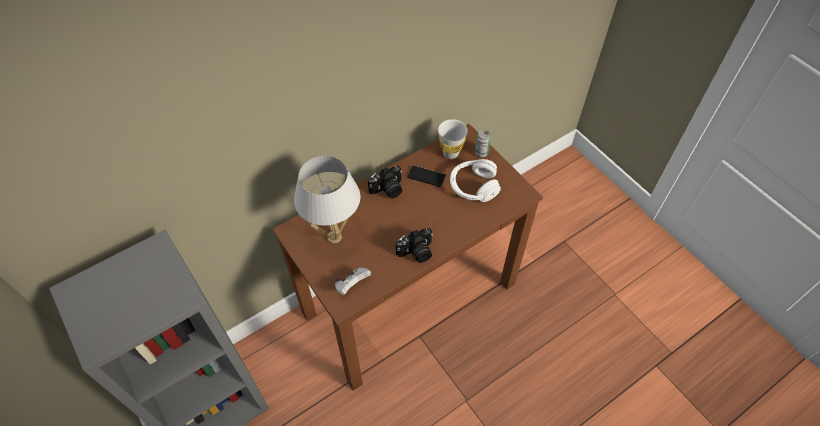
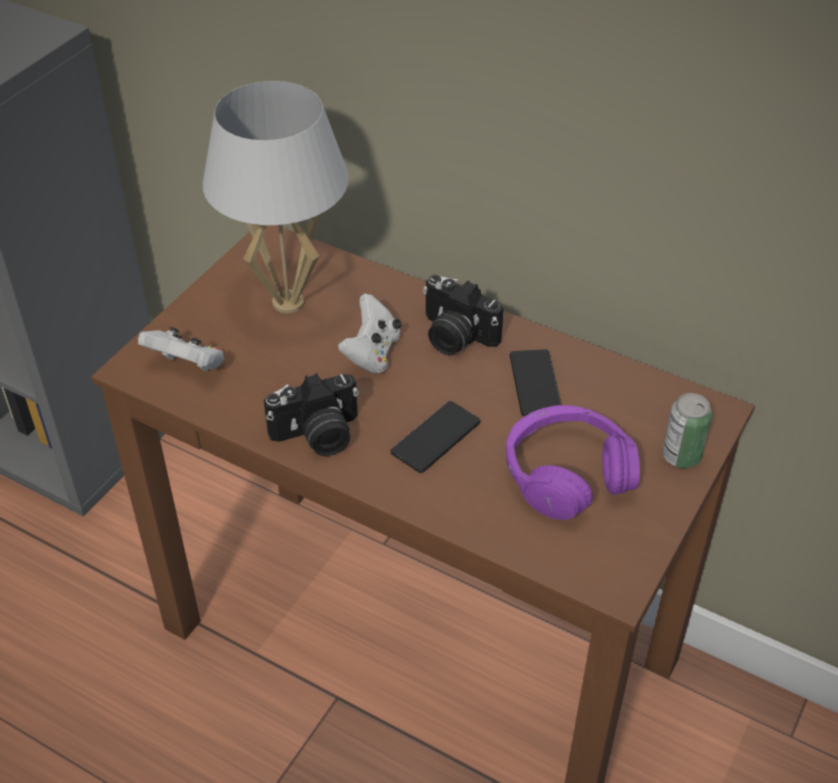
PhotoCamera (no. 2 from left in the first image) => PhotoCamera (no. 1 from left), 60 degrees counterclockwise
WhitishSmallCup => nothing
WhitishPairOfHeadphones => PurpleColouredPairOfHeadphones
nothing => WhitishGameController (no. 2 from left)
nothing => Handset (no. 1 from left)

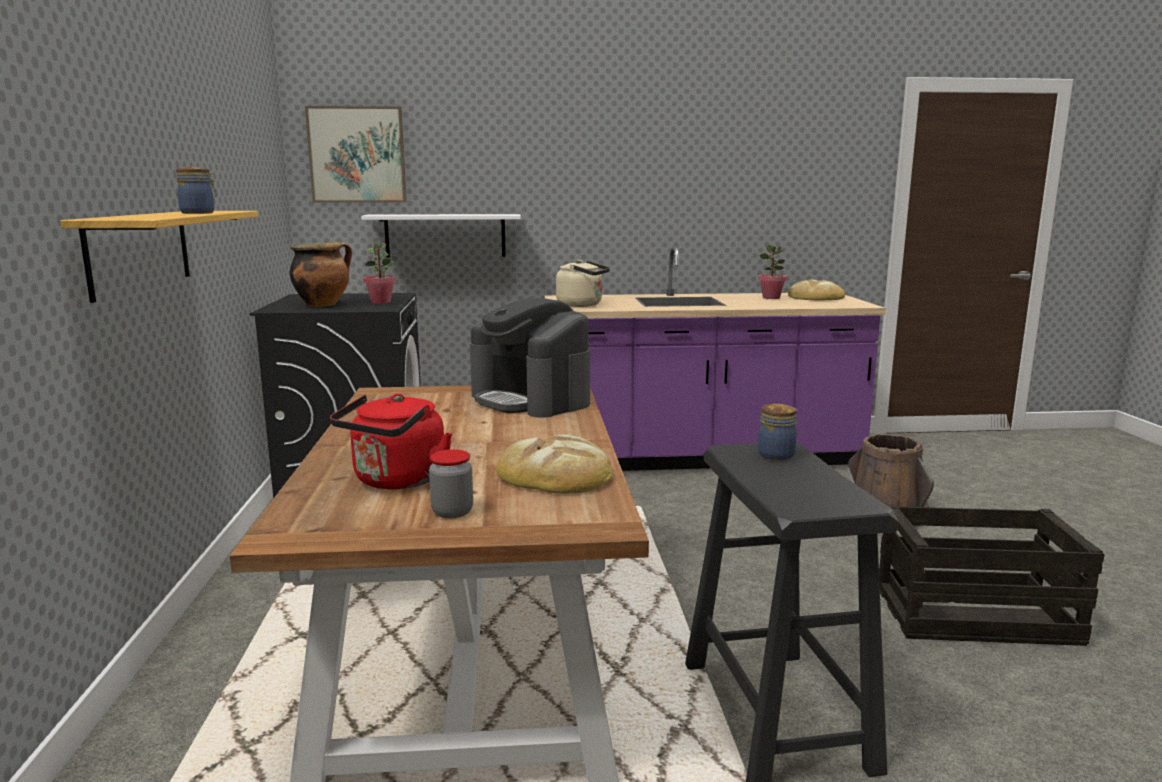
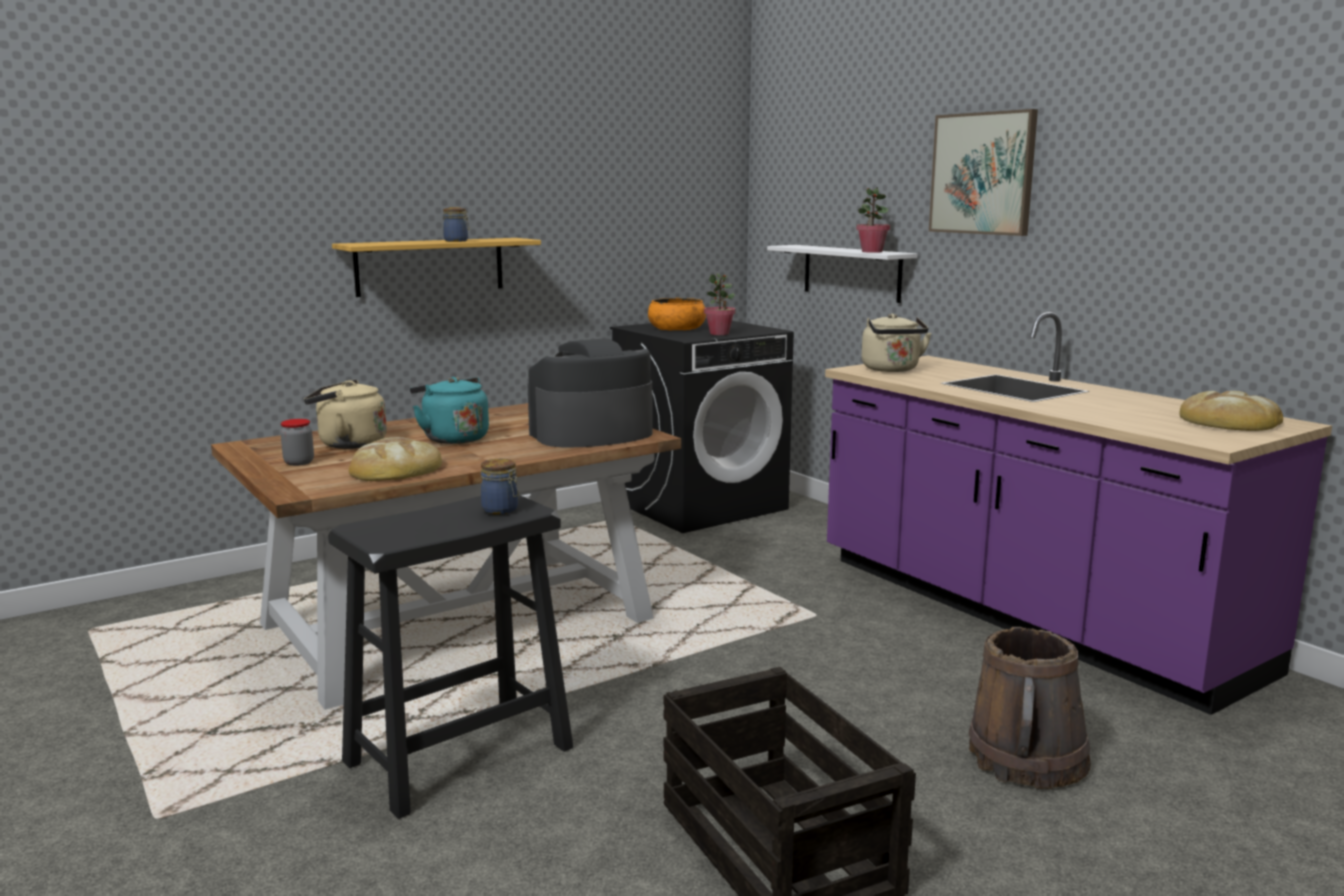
Saucepot => OrangeColouredDeepDish
WallArt, shifted
ReddishKettle => BeigeColouredKettle (no. 1 from left)
CoffeeMaker, 45 degrees clockwise
PlantInAPot (no. 2 from left), shifted
nothing => BlueGreenKettle

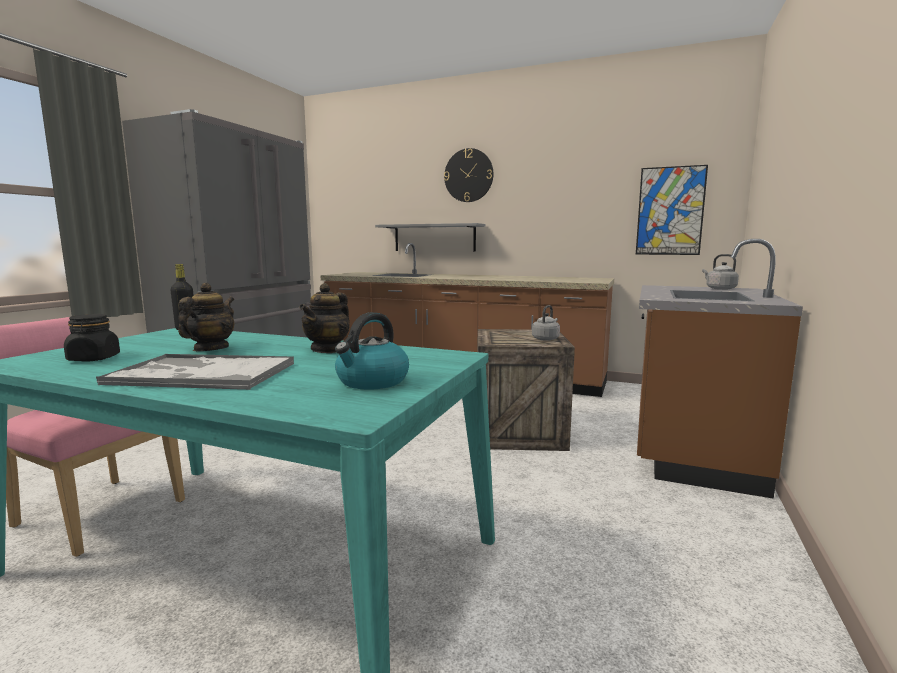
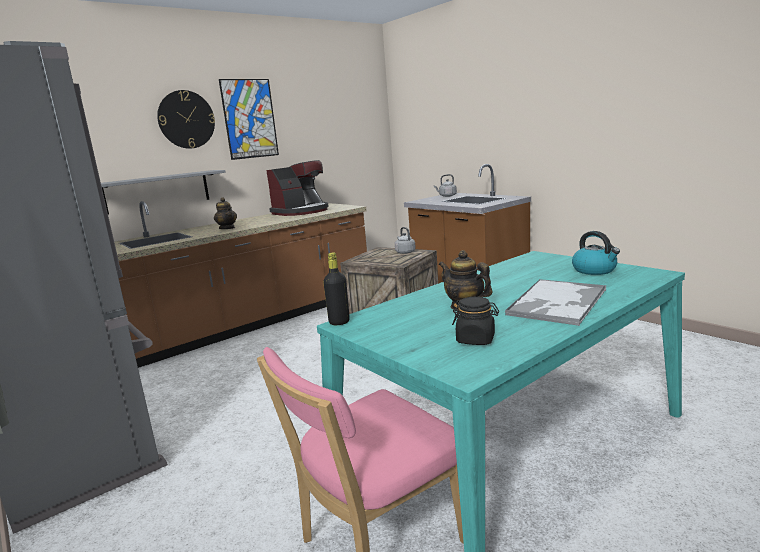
TeaPot (no. 2 from left in the first image) => TeaPot (no. 1 from left), shifted
WallArt, shifted
nothing => CoffeeMaker

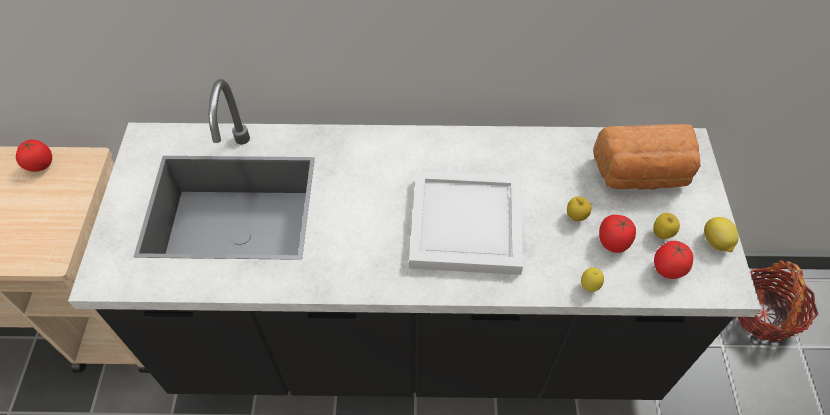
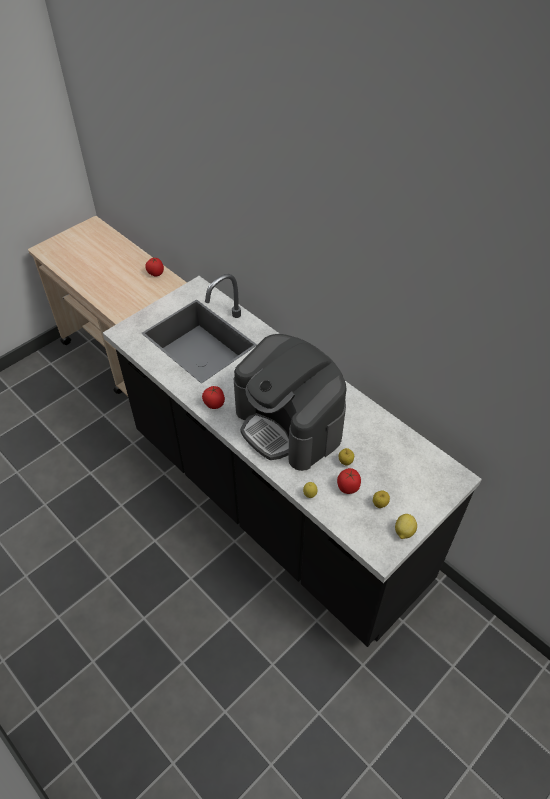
WhitishServingTray => CoffeeMaker
Bread => nothing
WholeTomato (no. 3 from left in the first image) => WholeTomato (no. 2 from left), shifted
HouseholdBasket => nothing

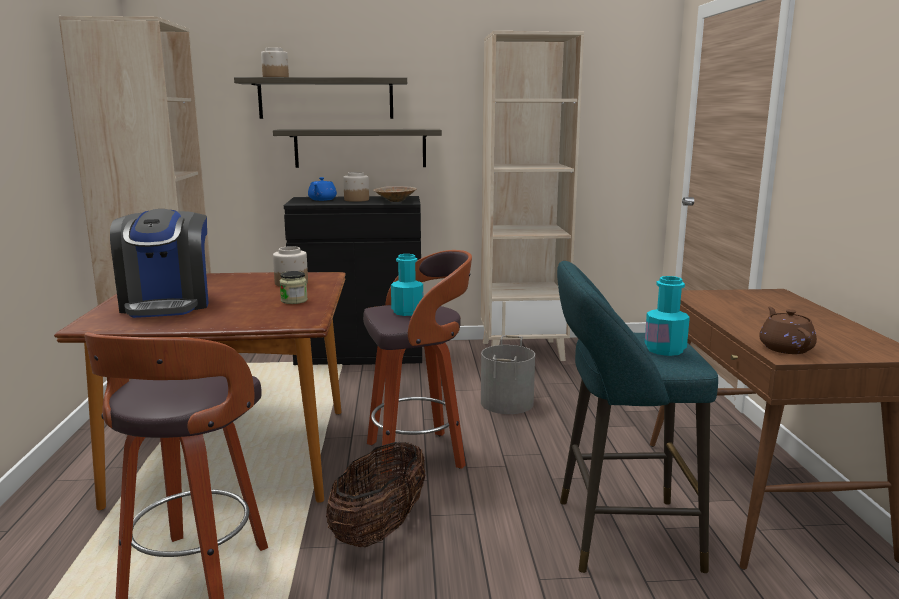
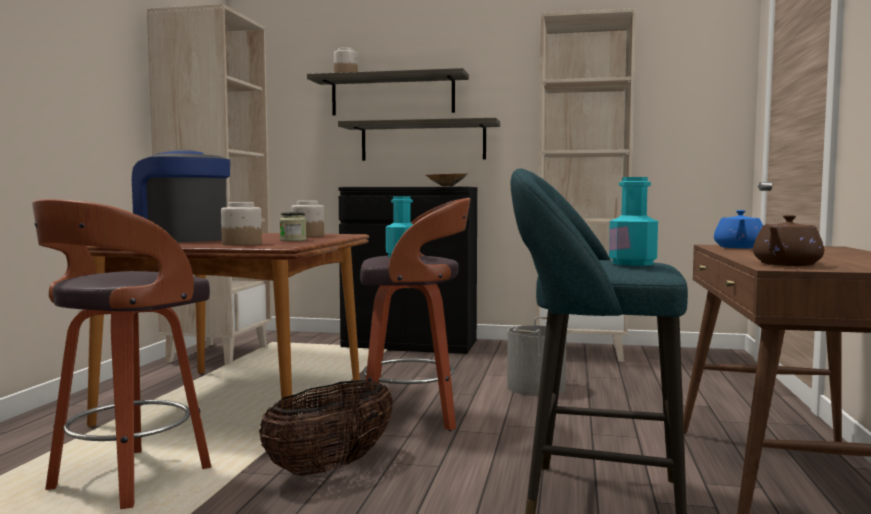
CoffeeMaker, 120 degrees clockwise
BlueTeaPot, shifted
Jar (no. 4 from left in the first image) => Jar (no. 1 from left), shifted
BrownColouredTeaPot, 150 degrees counterclockwise

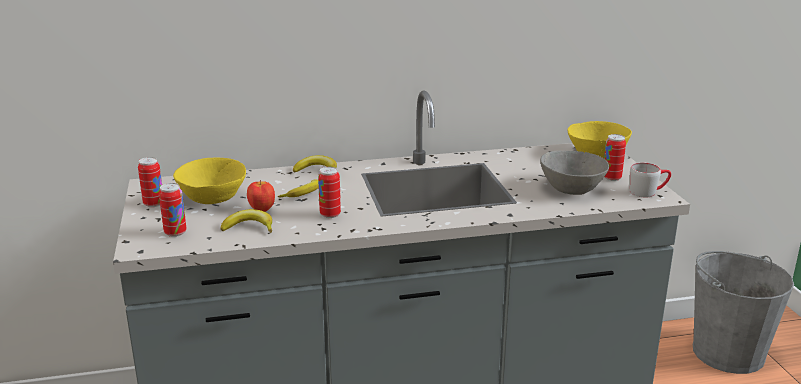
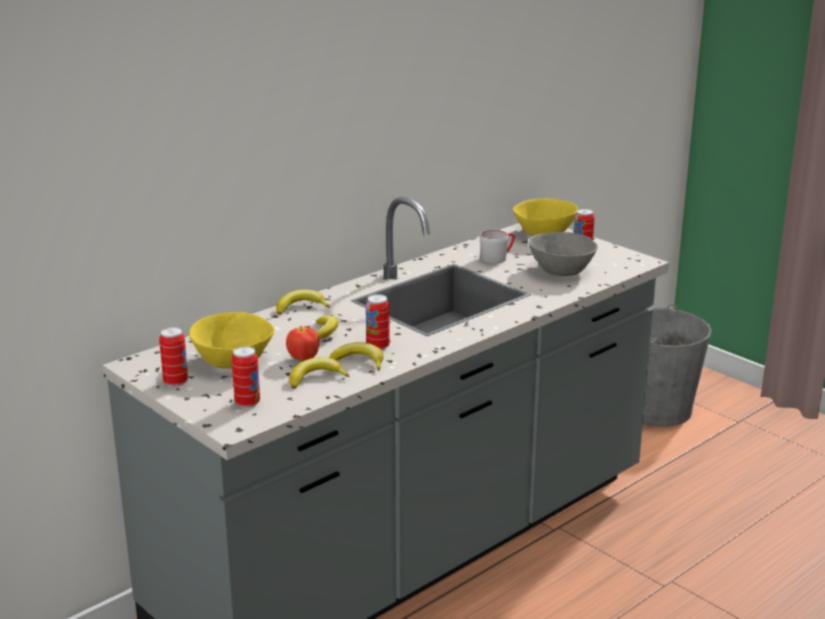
GreyishTeaMug, shifted
nothing => WholeBanana (no. 4 from left)

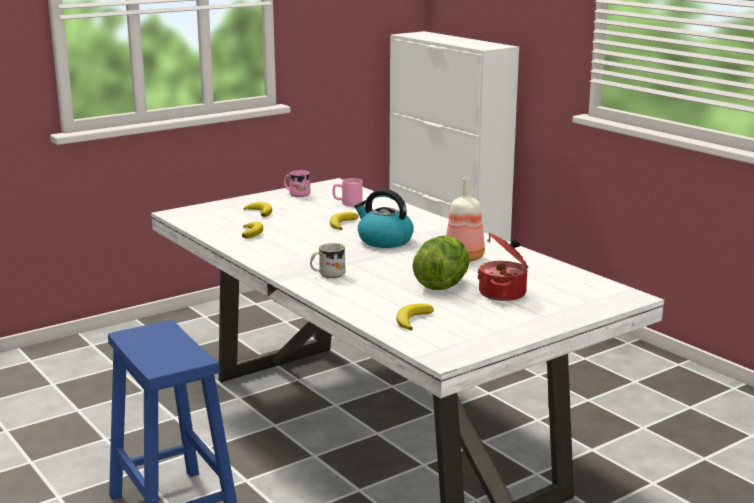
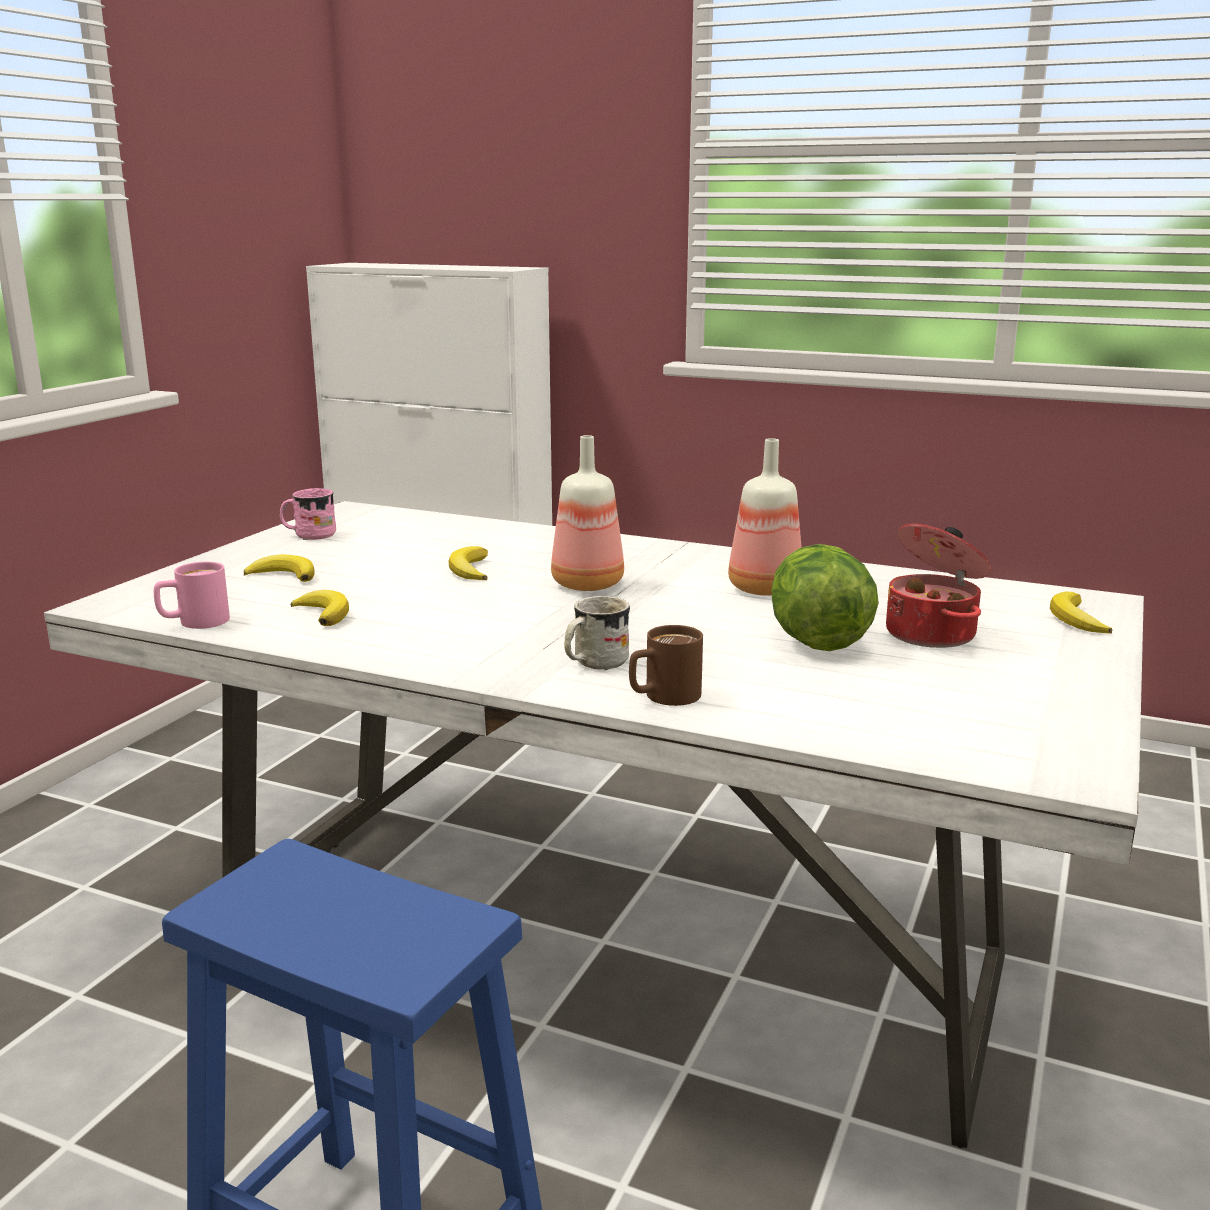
PinkColouredTeaMug (no. 2 from left in the first image) => PinkColouredTeaMug (no. 1 from left), shifted
Kettle => DrinkBottle (no. 1 from left)
WholeBanana (no. 4 from left), shifted
nothing => BrownColouredTeaMug

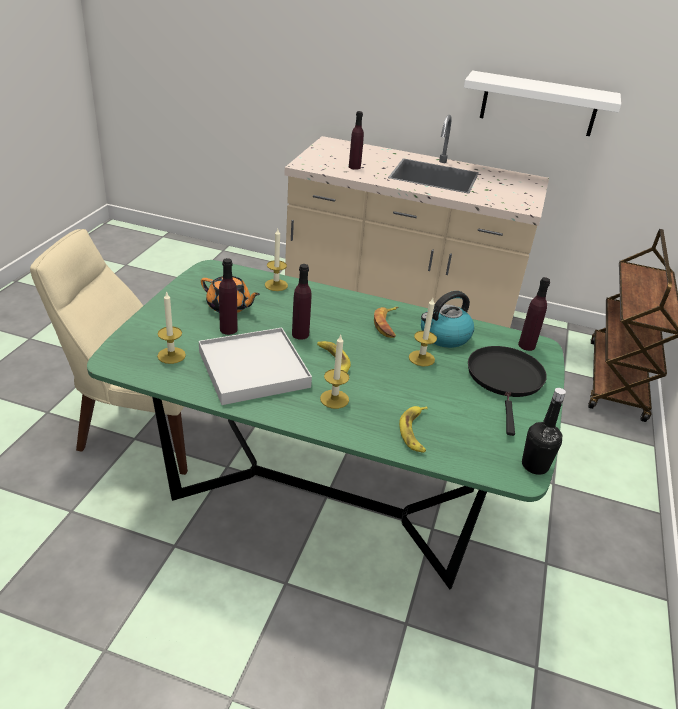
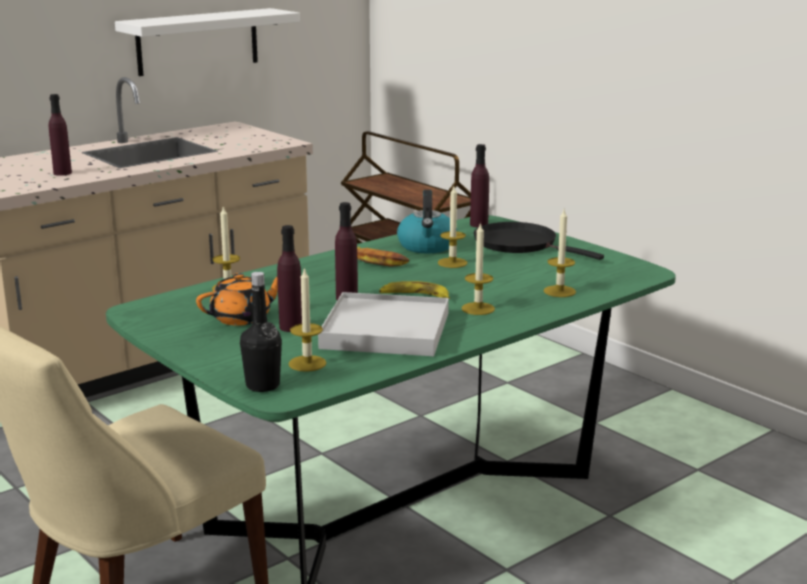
WholeBanana (no. 3 from left) => Candle (no. 5 from left)
BlackishDrinkBottle, shifted

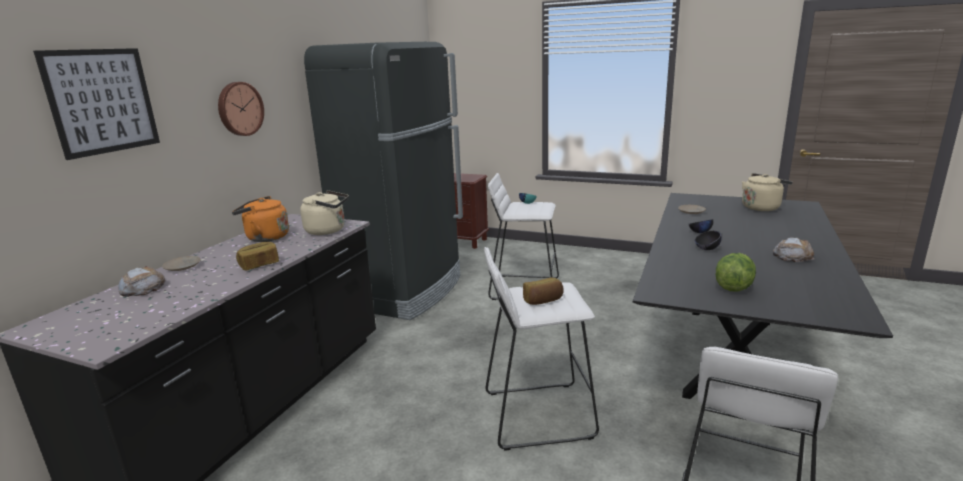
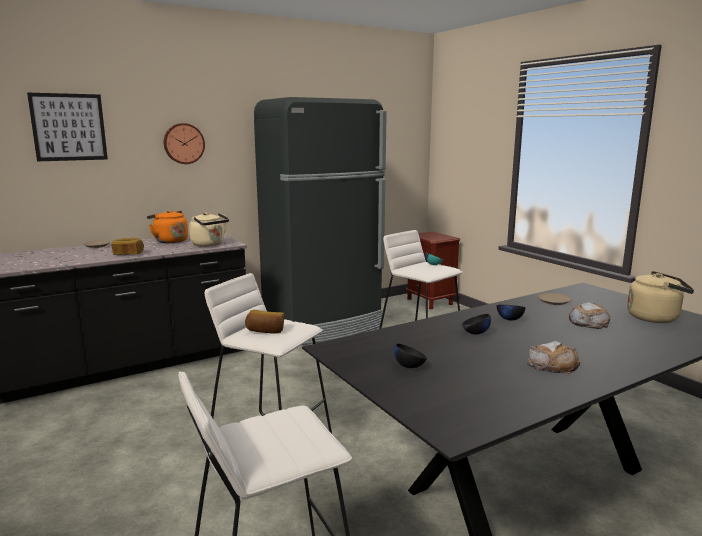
Bread (no. 1 from left in the first image) => Bread (no. 4 from left), shifted
HeadOfLettuce => BlackishDeepDish (no. 1 from left)

